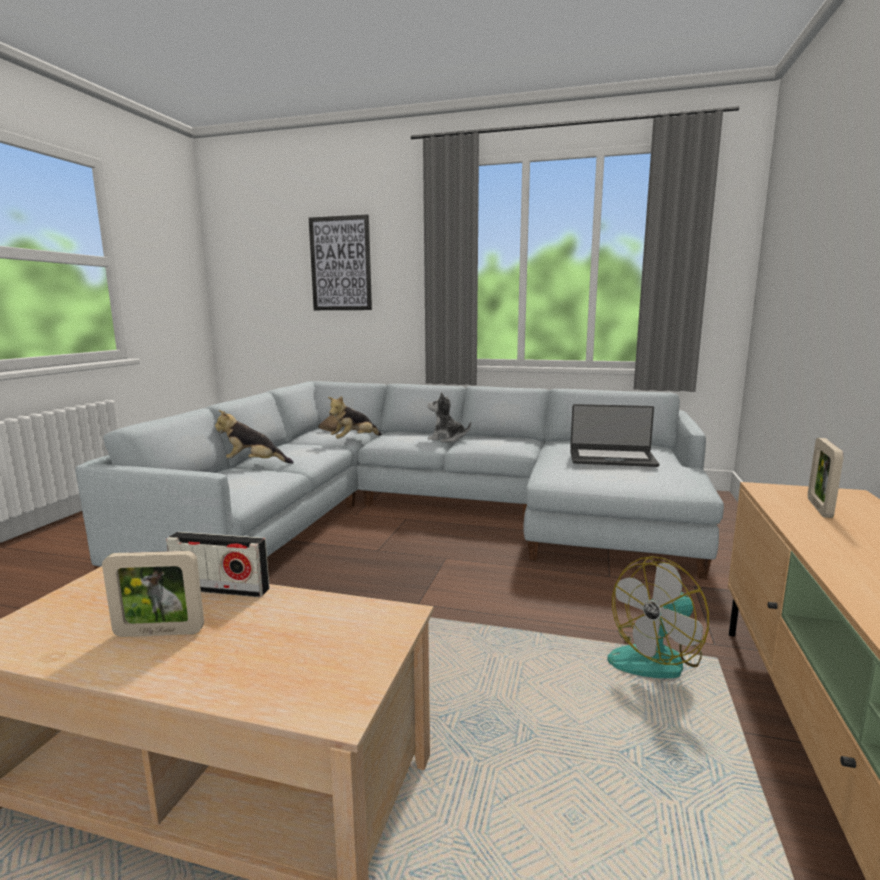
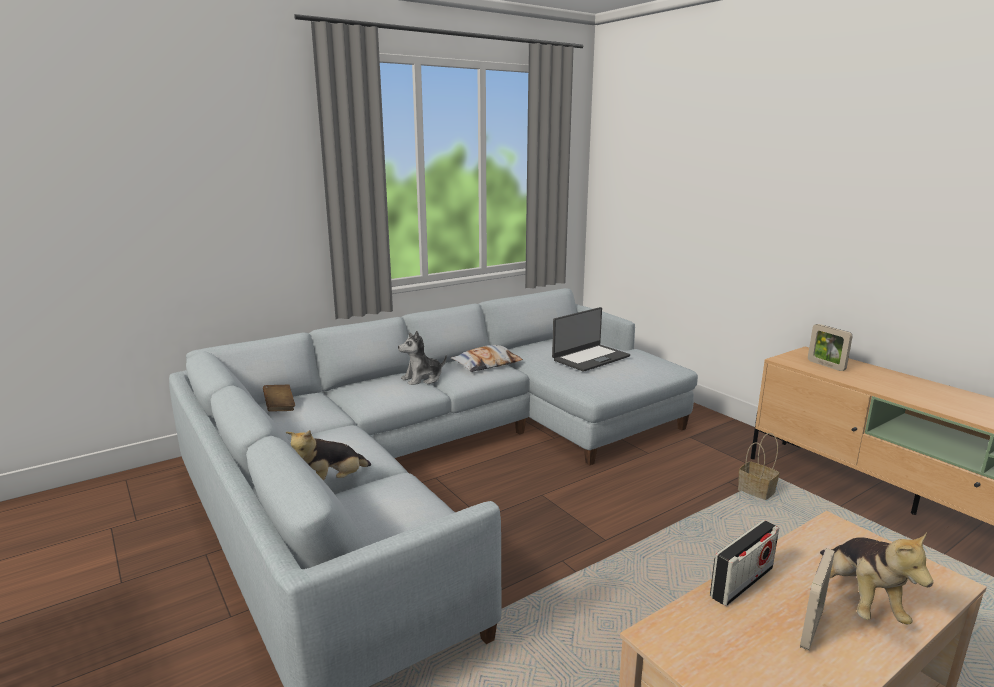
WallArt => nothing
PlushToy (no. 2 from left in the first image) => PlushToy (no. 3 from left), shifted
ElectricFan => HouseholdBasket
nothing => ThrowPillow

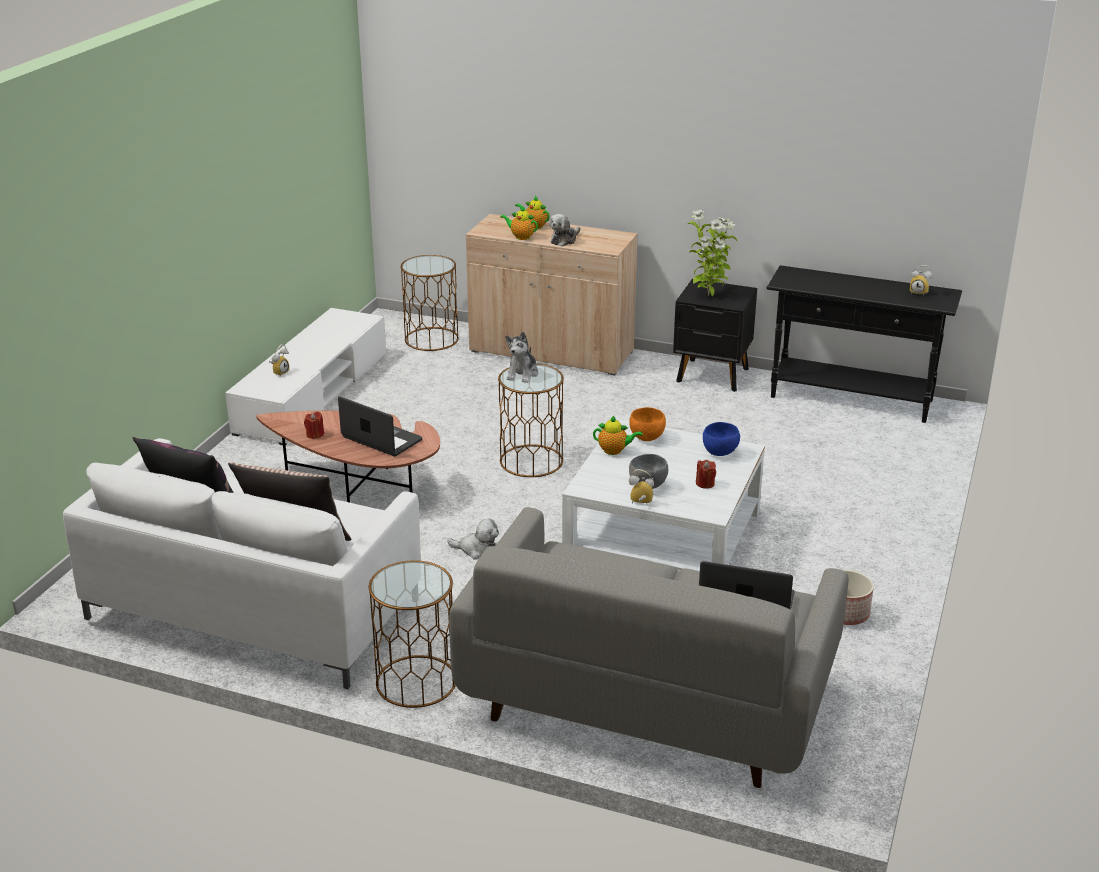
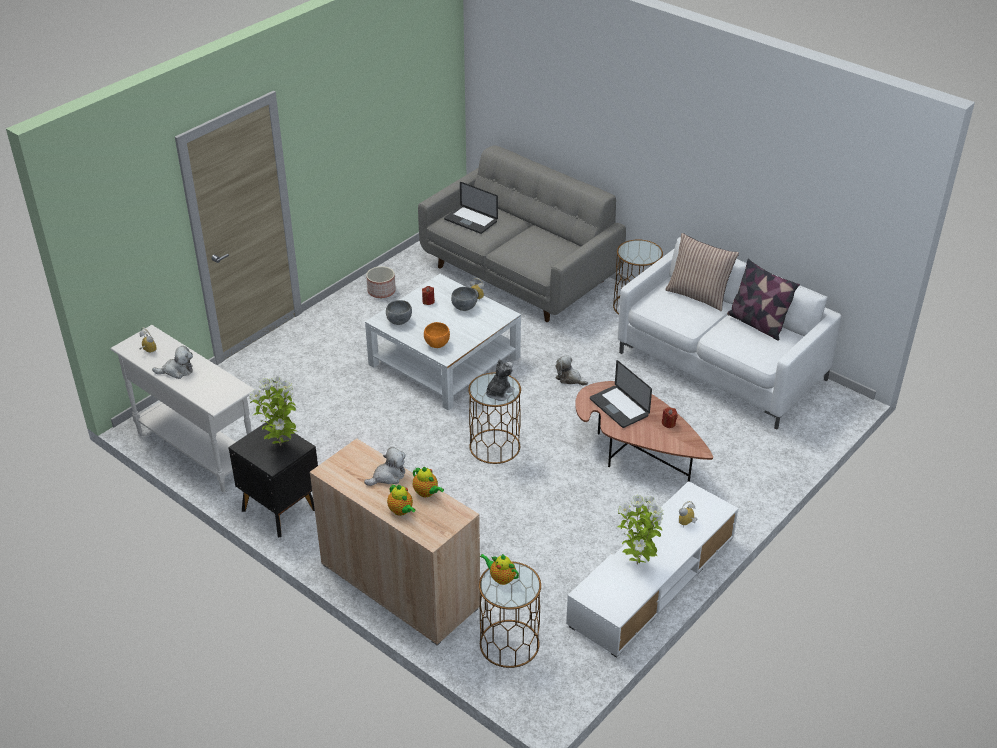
TeaPot (no. 3 from left), shifted
BlueDeepDish => GreyishDeepDish (no. 1 from left)
BlackishConsoleTable => WhitishConsoleTable
nothing => PlushToy (no. 1 from left)
nothing => PlantInAPot (no. 2 from left)

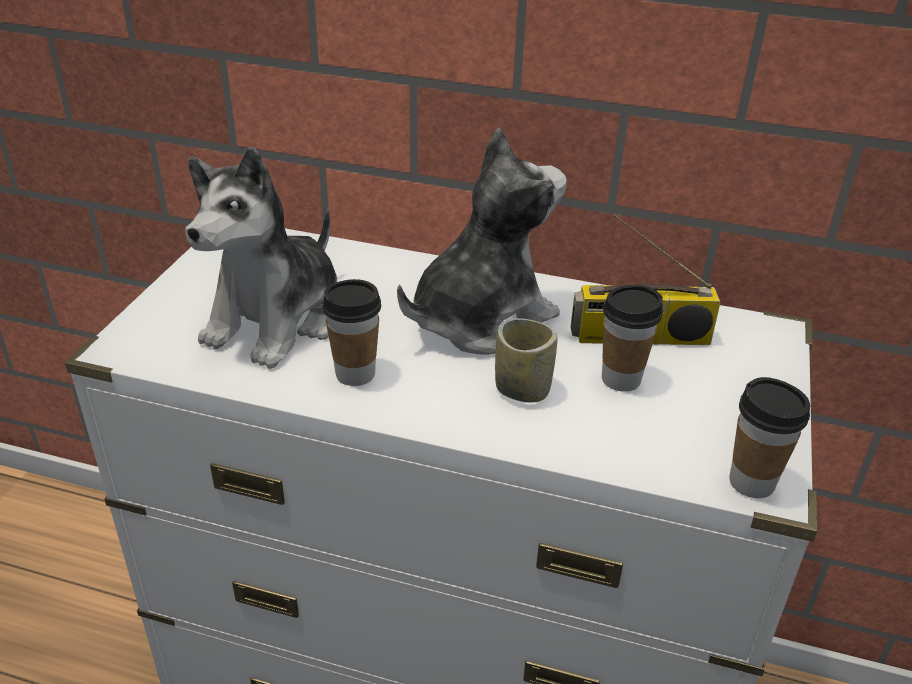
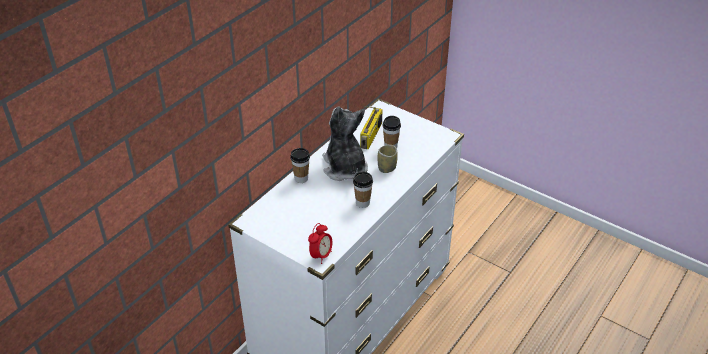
PlushToy (no. 1 from left) => nothing
SmallCup (no. 4 from left in the first image) => SmallCup (no. 1 from left), shifted
nothing => BedsideClock

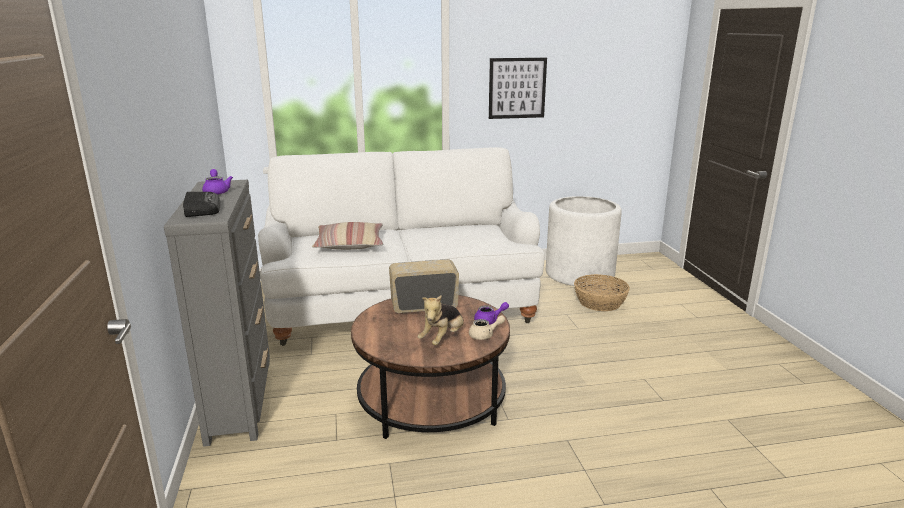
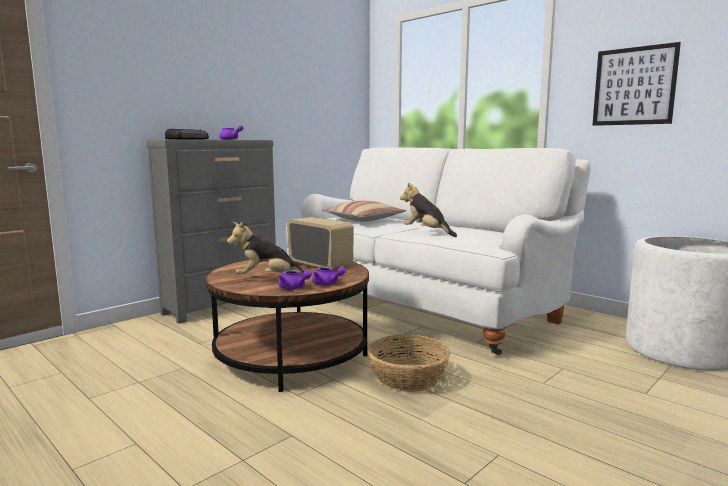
BeigeColouredTeaPot => PurpleColouredTeaPot (no. 2 from left)
HouseholdBasket, shifted
nothing => PlushToy (no. 2 from left)

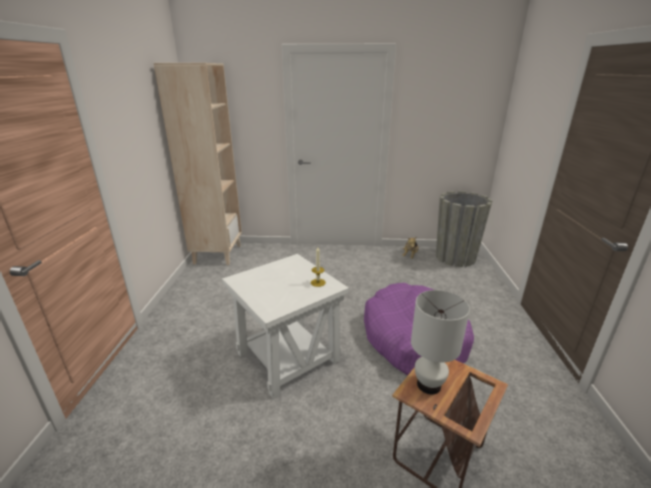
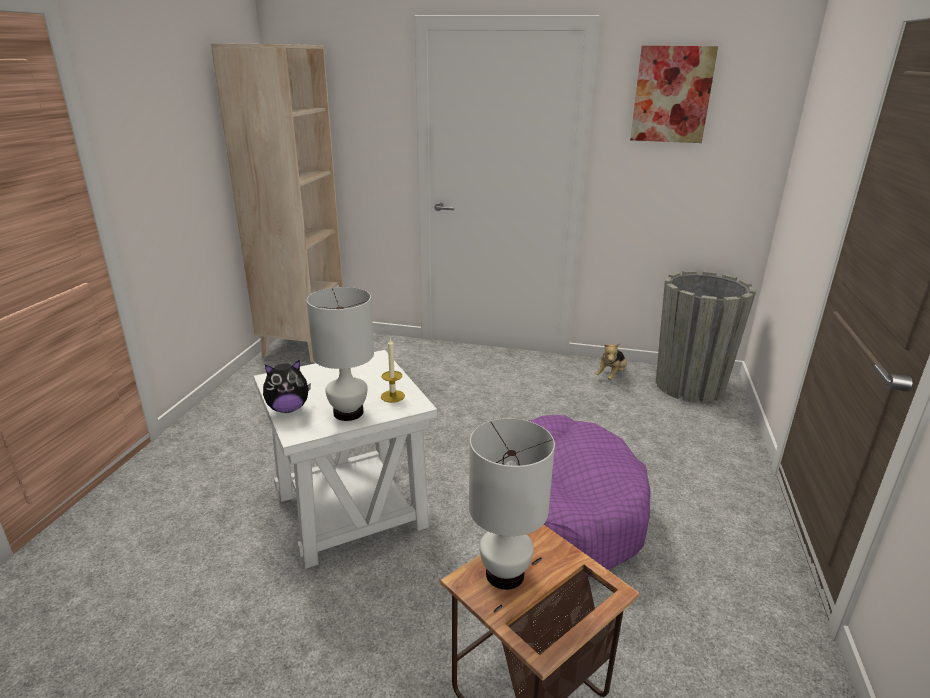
nothing => PlushToy (no. 1 from left)
nothing => WhitishLampForATable (no. 1 from left)
nothing => WallArt

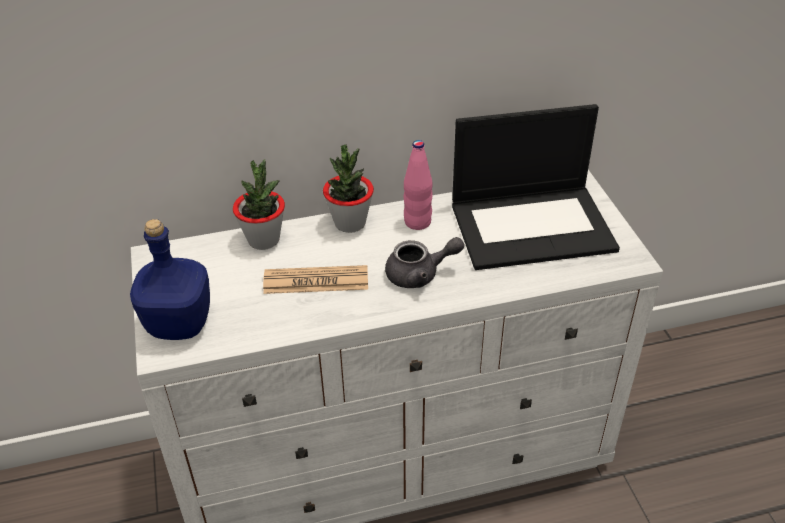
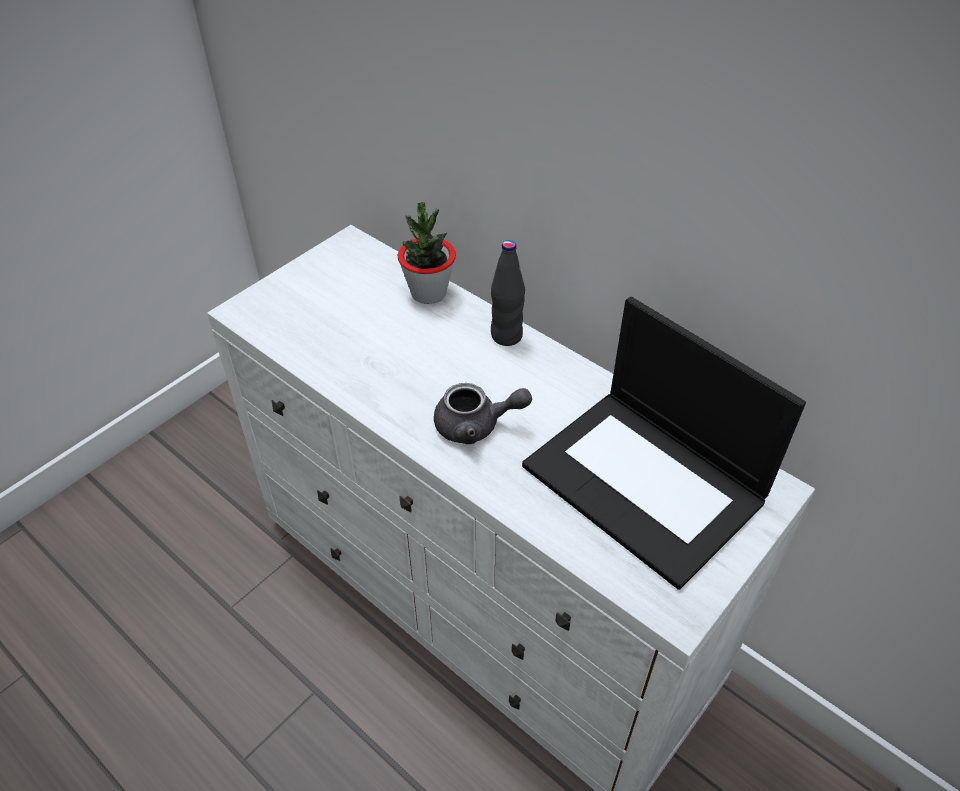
BlueDrinkBottle => nothing
Newspaper => nothing
PlantInAPot (no. 2 from left) => BlackishDrinkBottle
GreyishTeaPot, 45 degrees counterclockwise
PinkColouredDrinkBottle => nothing

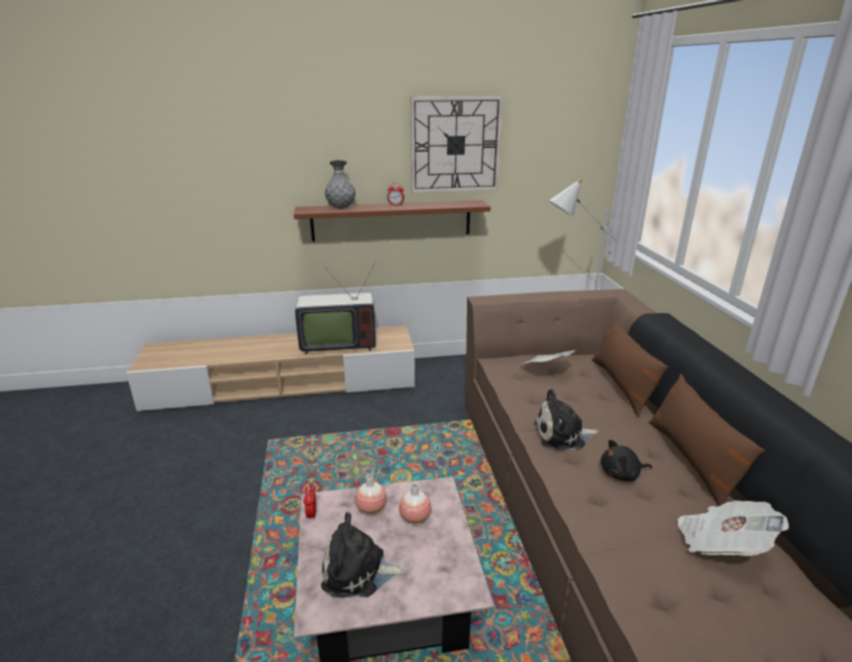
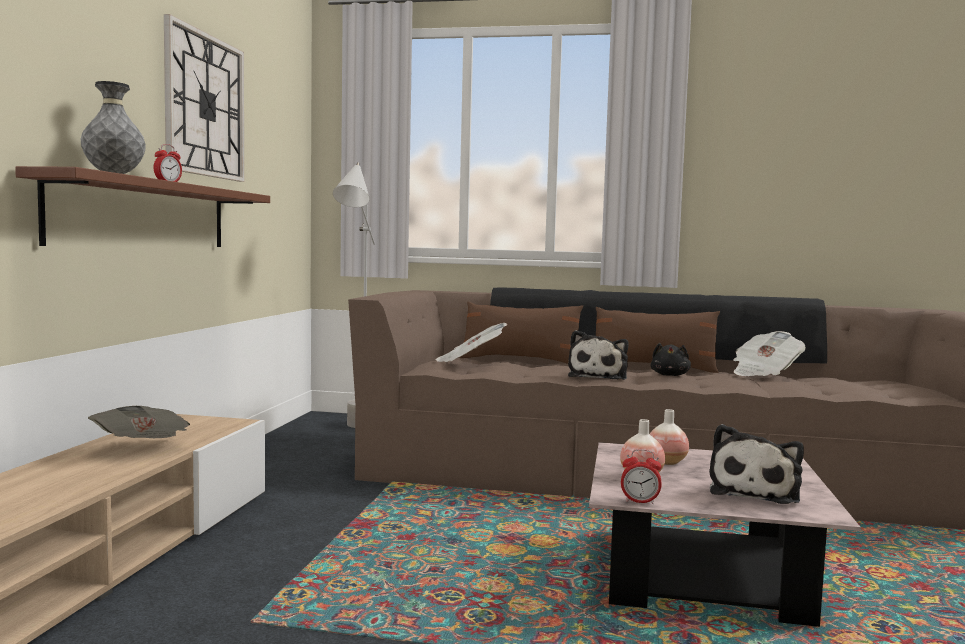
TvSet => Newspaper (no. 1 from left)

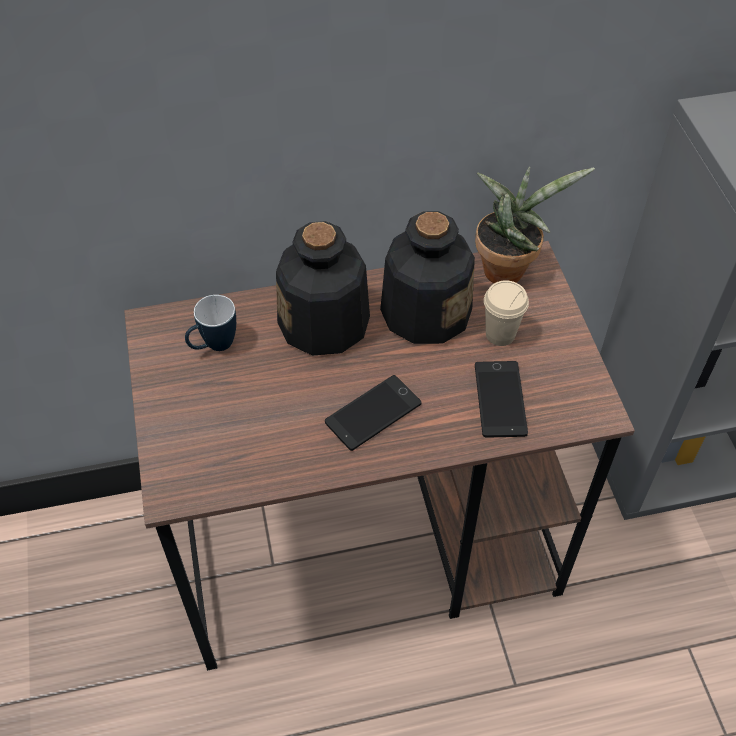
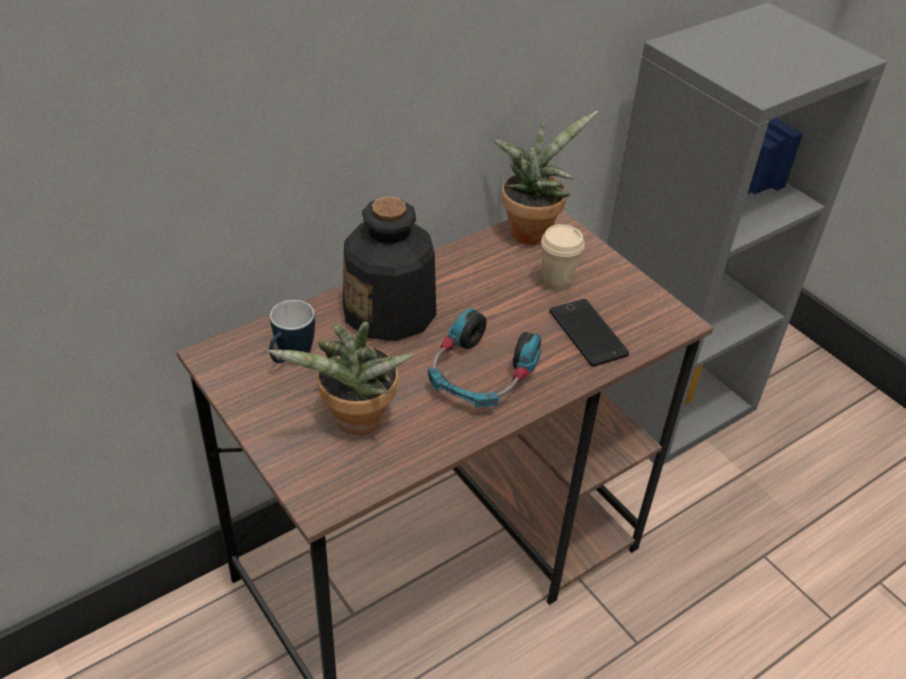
Handset (no. 1 from left) => PairOfHeadphones
DrinkBottle (no. 2 from left) => nothing
nothing => PlantInAPot (no. 1 from left)

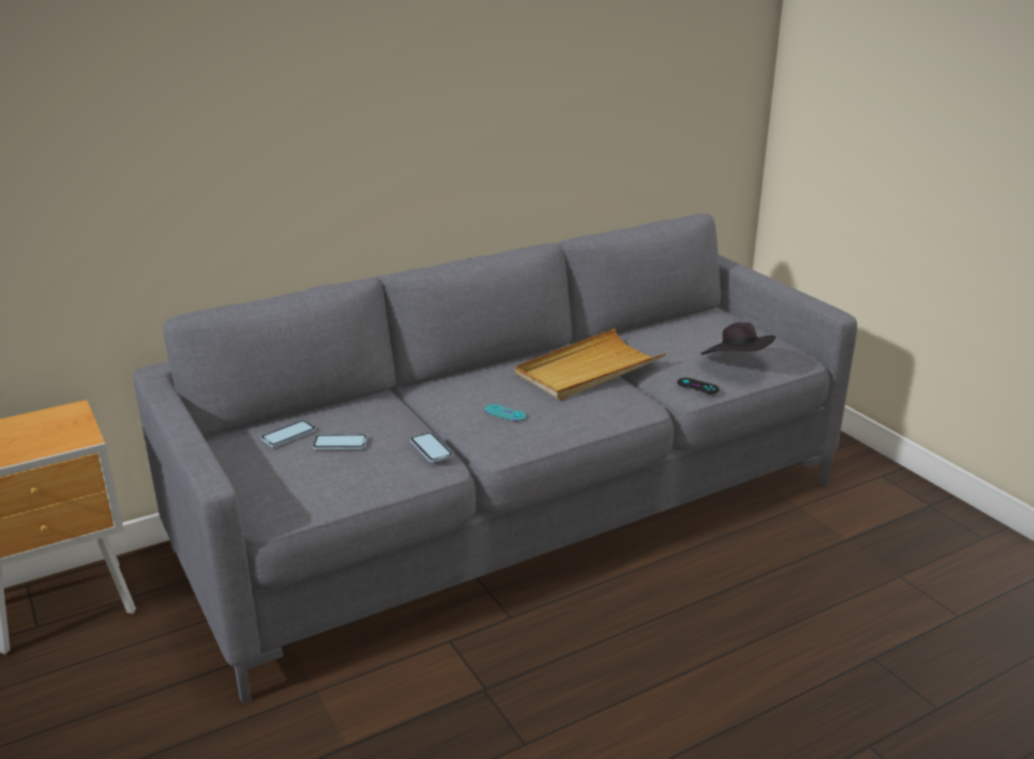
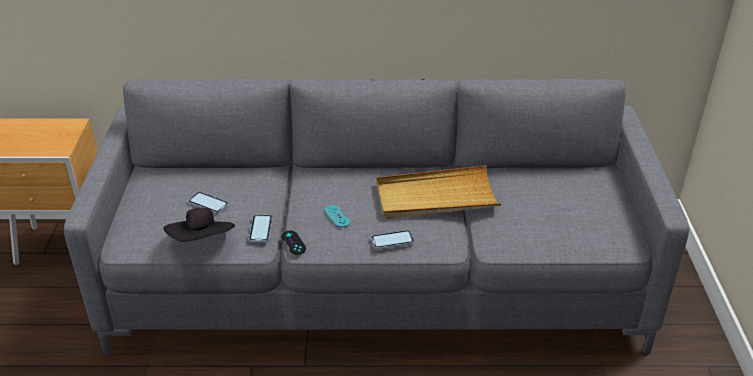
Handset (no. 1 from left in the first image) => Handset (no. 3 from left), shifted
BlackishGameController, shifted
BlackishClothingHat, shifted

